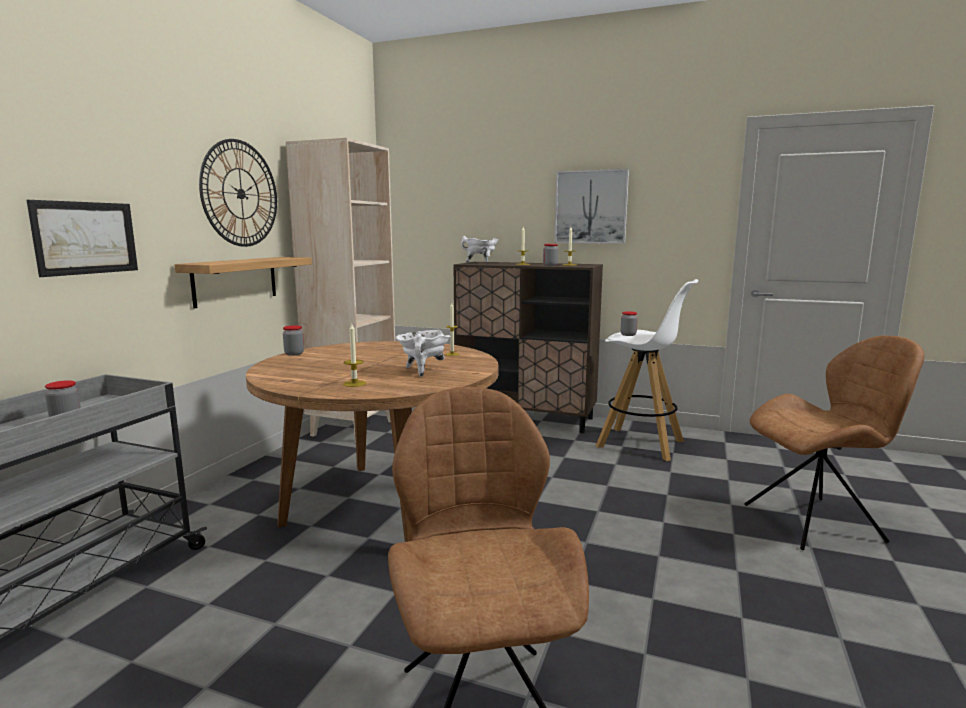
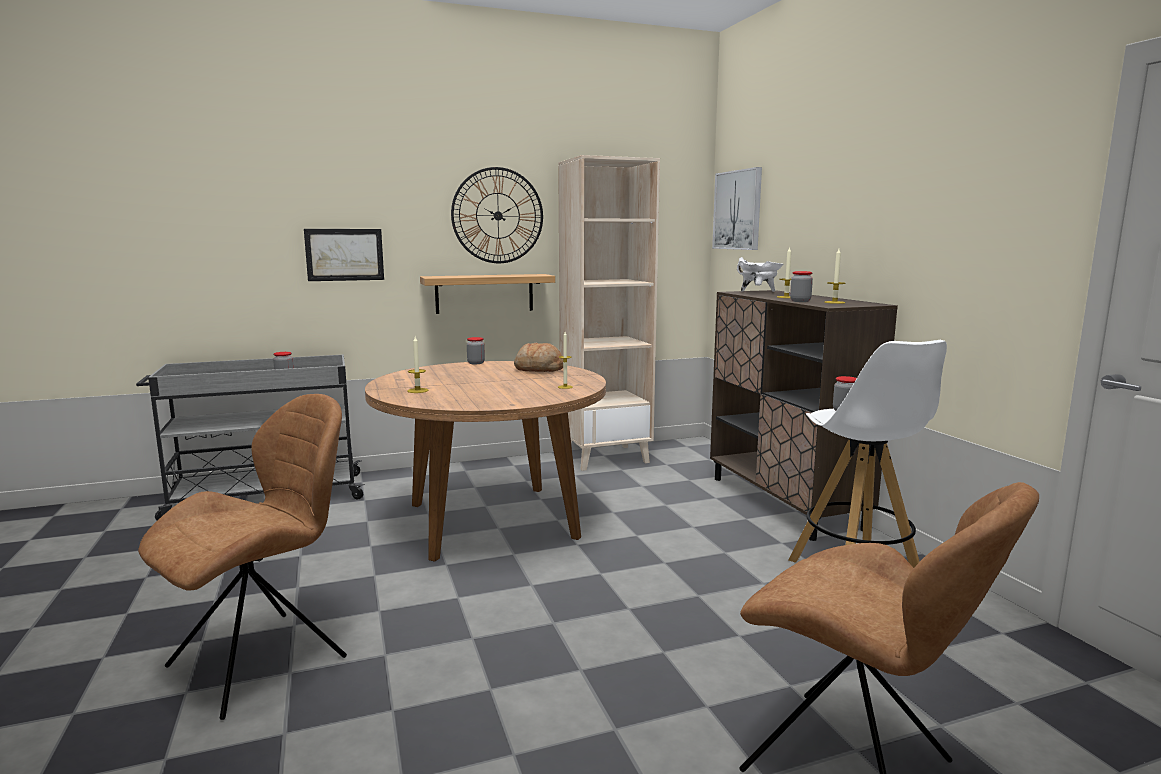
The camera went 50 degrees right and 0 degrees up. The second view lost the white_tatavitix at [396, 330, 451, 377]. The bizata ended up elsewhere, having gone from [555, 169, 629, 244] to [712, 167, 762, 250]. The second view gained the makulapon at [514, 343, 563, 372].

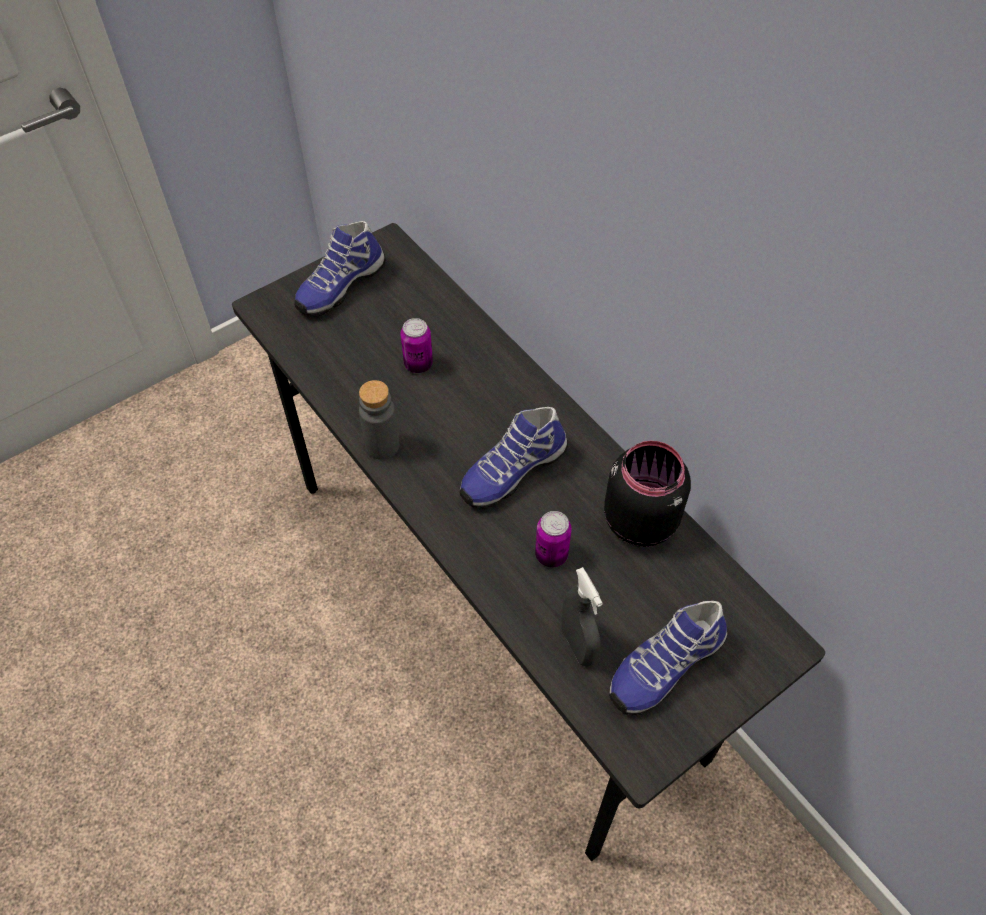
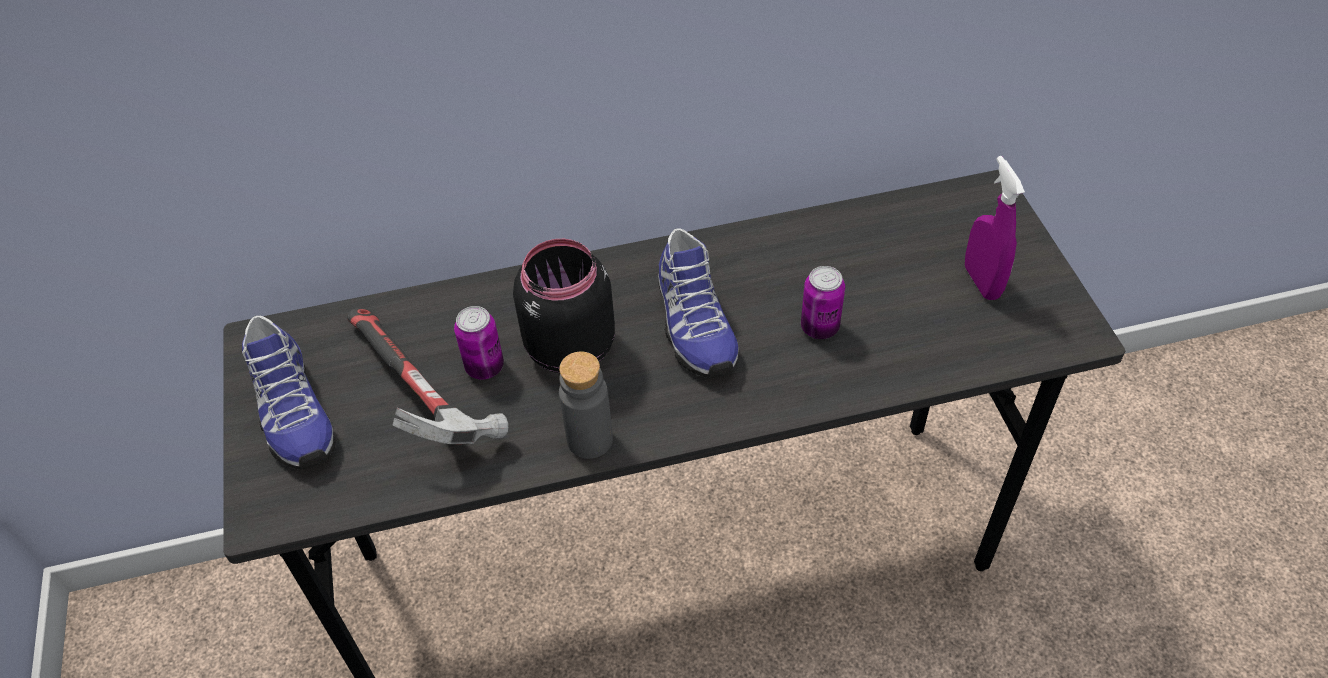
The camera went 65 degrees left and 5 degrees down. The second view lost the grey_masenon at [561, 567, 603, 667]. The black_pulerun ended up elsewhere, having gone from [604, 441, 691, 547] to [513, 239, 615, 373]. Where the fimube stood at [609, 601, 727, 715], the purple_masenon came to stand at [965, 156, 1025, 300]. The second view gained the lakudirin at [347, 308, 508, 444].

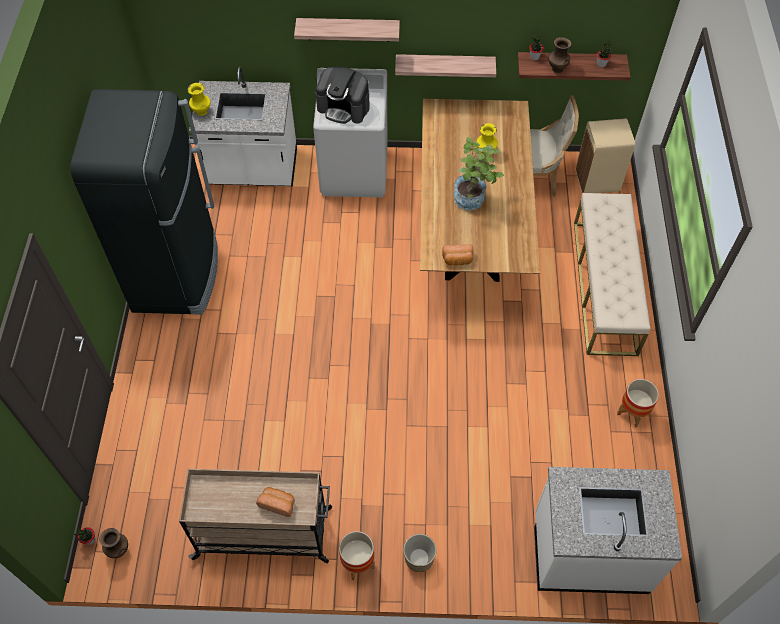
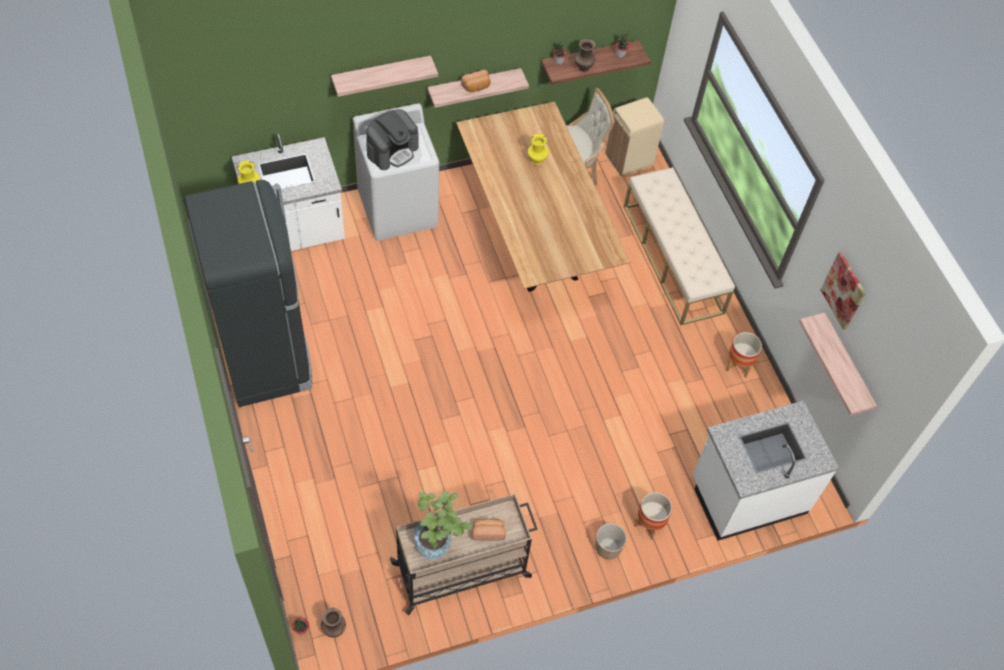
The camera went 25 degrees left and 0 degrees up. The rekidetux at [316, 67, 370, 124] ended up facing another way, 45 degrees counterclockwise from before. The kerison ended up elsewhere, having gone from [339, 531, 375, 580] to [634, 492, 672, 540]. The makulapon ended up elsewhere, having gone from [442, 244, 474, 265] to [461, 70, 491, 92]. The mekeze ended up elsewhere, having gone from [453, 137, 504, 210] to [415, 491, 471, 559]. The second view gained the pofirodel at [799, 313, 877, 415]. The second view gained the bizata at [820, 252, 866, 330].

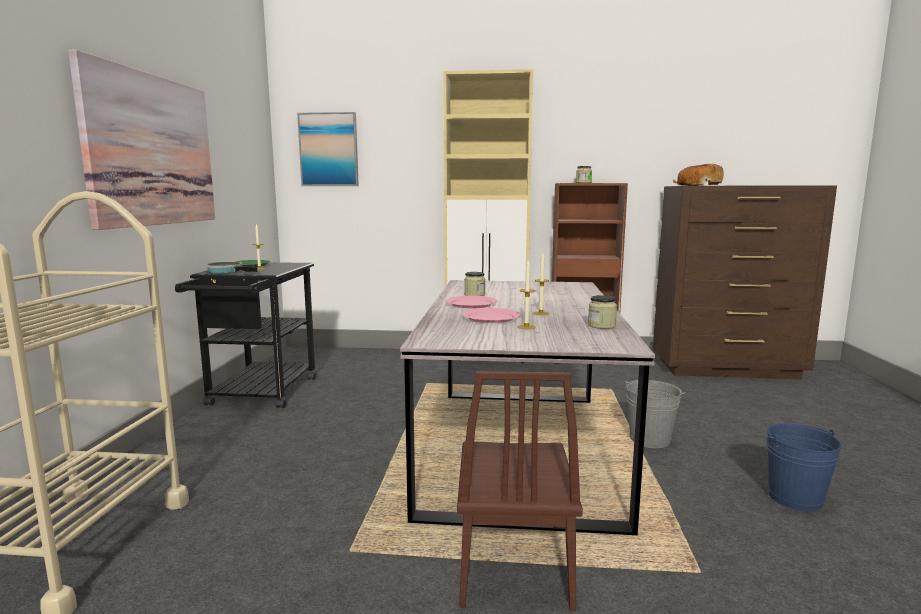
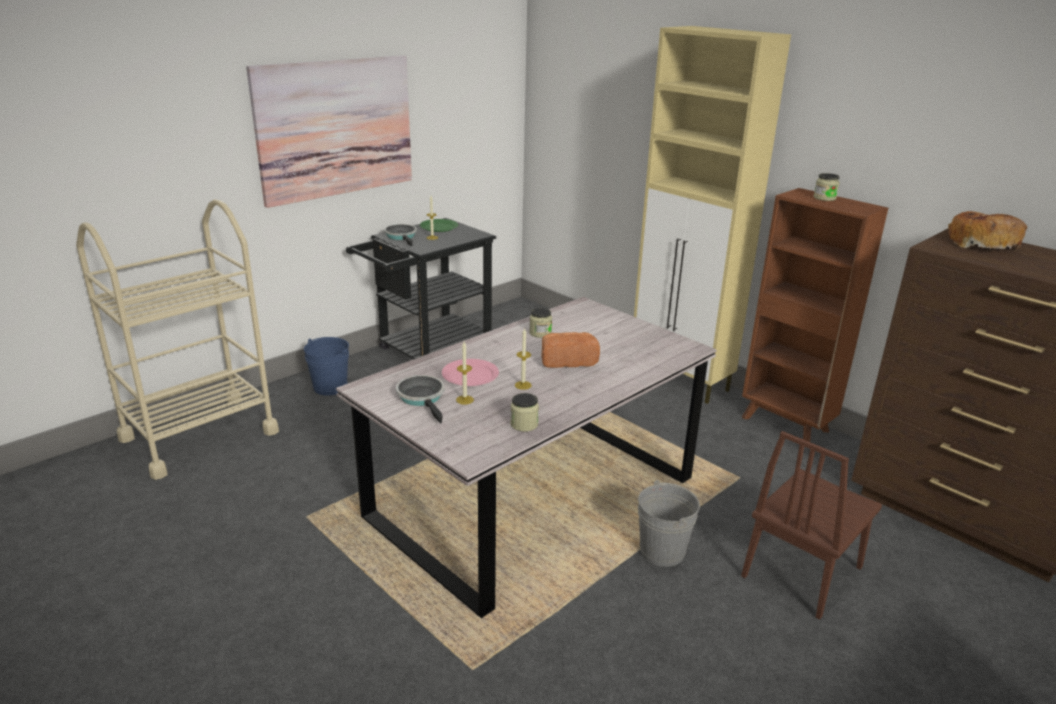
The camera went 40 degrees right and 15 degrees up. The second view lost the bizata at [297, 112, 359, 186]. The second view lost the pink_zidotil at [446, 296, 498, 308]. The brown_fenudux ended up elsewhere, having gone from [457, 371, 583, 611] to [741, 431, 882, 620]. The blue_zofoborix ended up elsewhere, having gone from [766, 423, 842, 512] to [304, 337, 349, 396]. The second view gained the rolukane at [396, 375, 445, 424]. The second view gained the makulapon at [541, 332, 600, 368].

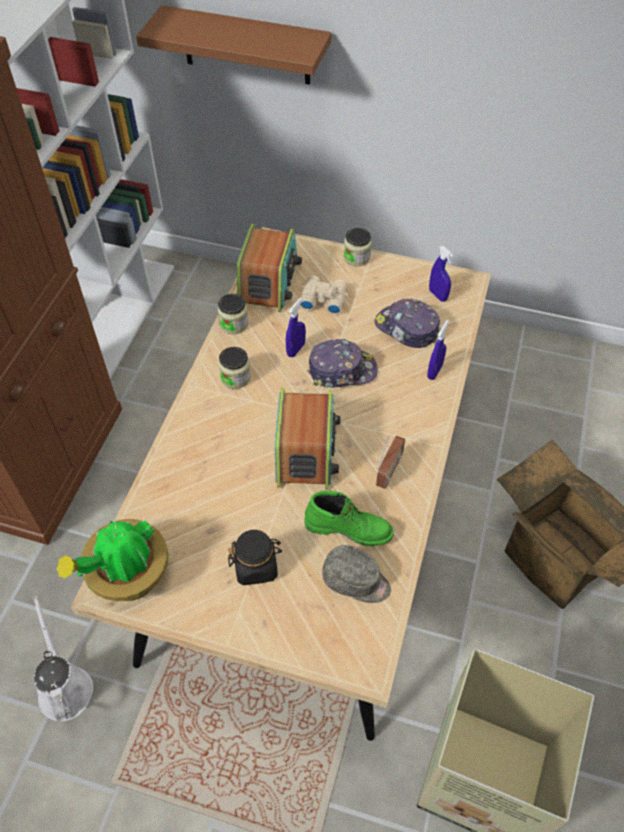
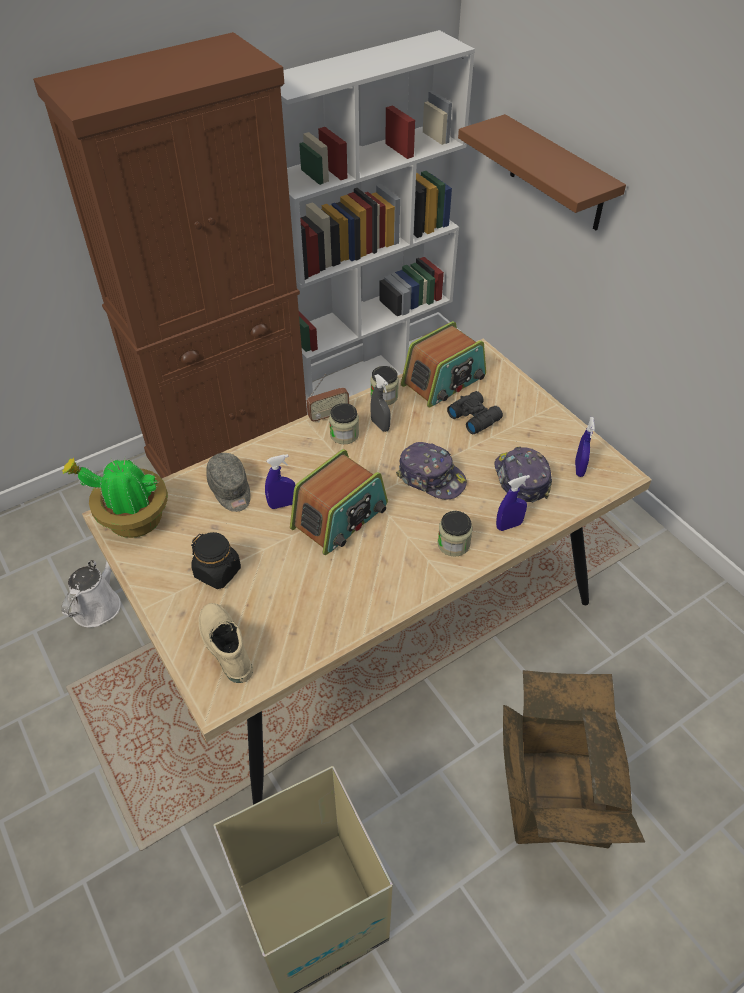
The camera went 40 degrees right and 5 degrees down. The blue_masenon ended up elsewhere, having gone from [286, 298, 306, 357] to [265, 454, 295, 509]. What was the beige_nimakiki at [300, 275, 348, 315] turned into the black_nimakiki at [447, 391, 503, 434]. The second view lost the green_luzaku at [304, 491, 394, 546]. The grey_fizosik ended up elsewhere, having gone from [322, 545, 391, 603] to [206, 453, 251, 512]. The pulerun ended up elsewhere, having gone from [344, 228, 372, 266] to [437, 511, 473, 557]. The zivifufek ended up elsewhere, having gone from [376, 435, 405, 489] to [307, 374, 349, 423]. The second view gained the beige_luzaku at [199, 603, 253, 683]. The second view gained the grey_masenon at [370, 374, 391, 432].

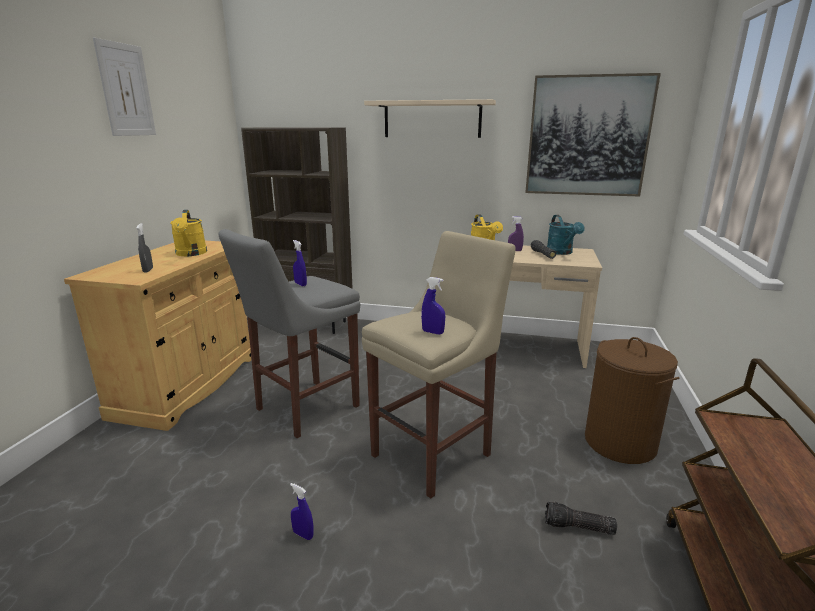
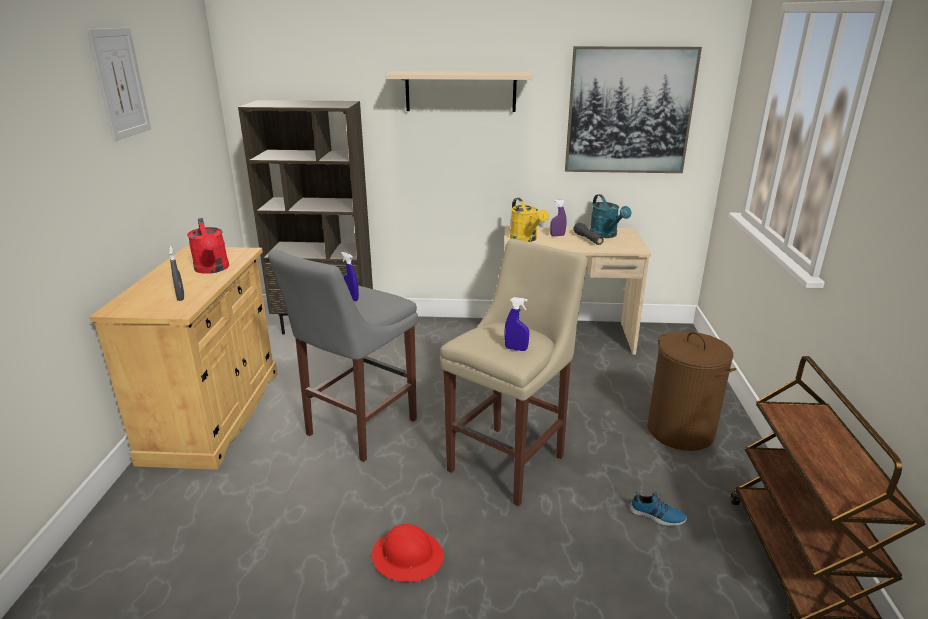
The camera went 10 degrees left and 5 degrees up. What was the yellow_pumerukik at [170, 210, 207, 256] turned into the red_pumerukik at [187, 218, 229, 274]. Where the blue_masenon stood at [290, 483, 314, 540], the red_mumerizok came to stand at [372, 524, 444, 582]. Where the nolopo stood at [545, 502, 617, 535], the fimube came to stand at [629, 491, 687, 526].

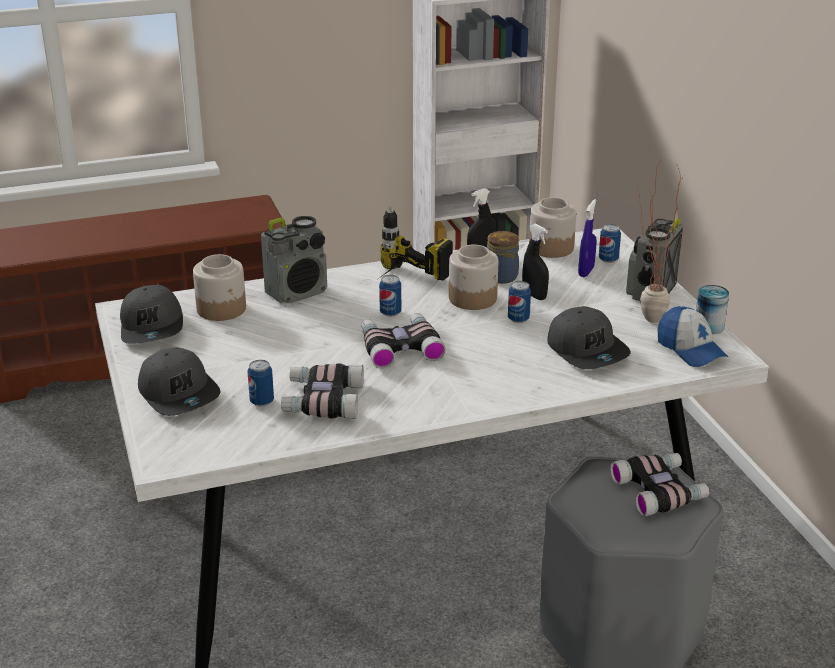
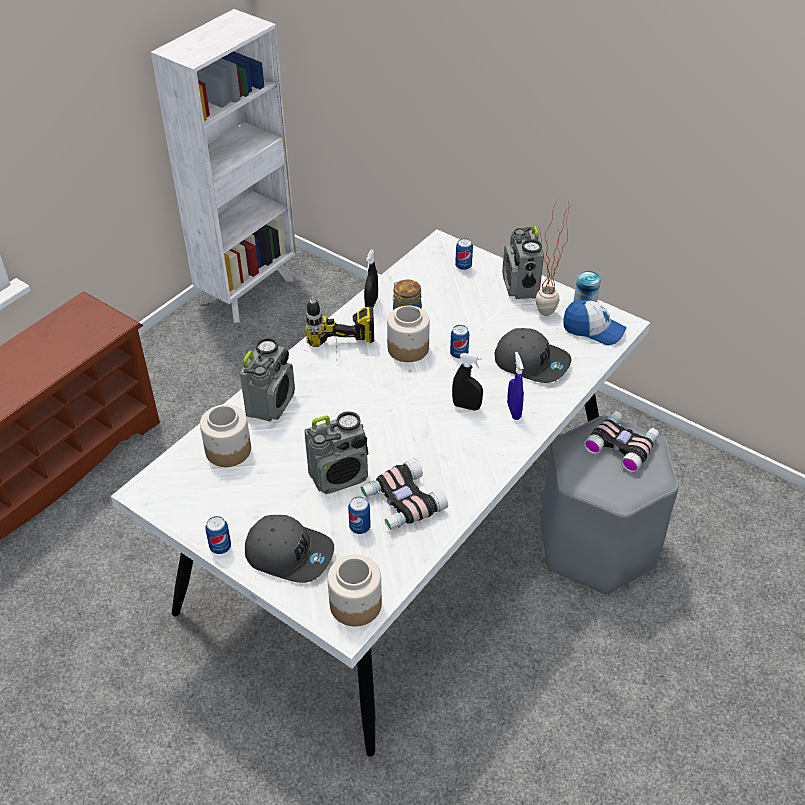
The camera went 35 degrees left and 15 degrees up. The second view lost the grey_fizosik at [120, 285, 183, 344]. The second view lost the nimakiki at [361, 313, 446, 369]. The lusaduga ended up elsewhere, having gone from [379, 275, 401, 317] to [205, 516, 231, 554]. The black_masenon ended up elsewhere, having gone from [522, 224, 549, 300] to [452, 353, 483, 411]. The pulerun ended up elsewhere, having gone from [529, 197, 576, 258] to [327, 555, 382, 626]. The blue_masenon ended up elsewhere, having gone from [578, 199, 597, 277] to [507, 352, 524, 420]. The second view gained the zivifufek at [304, 411, 368, 494].

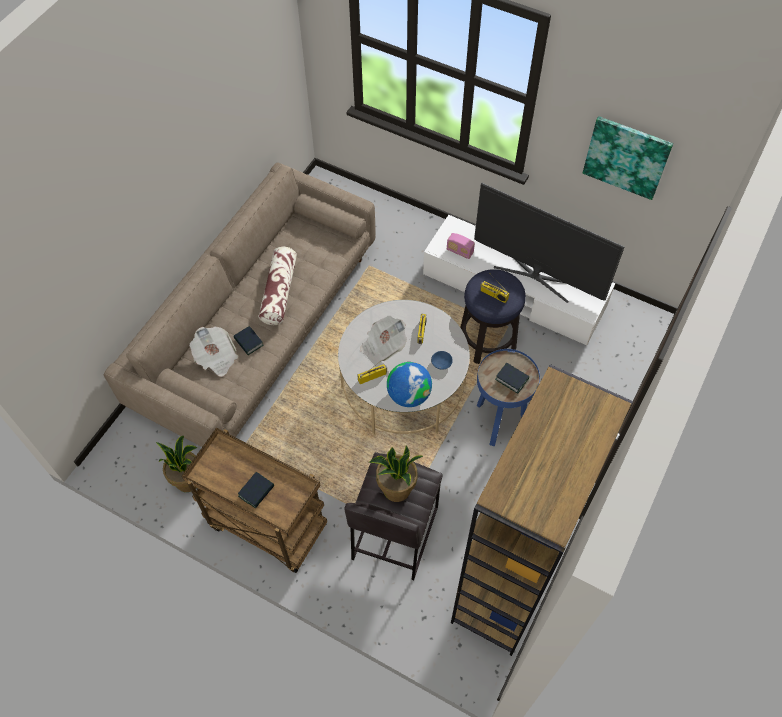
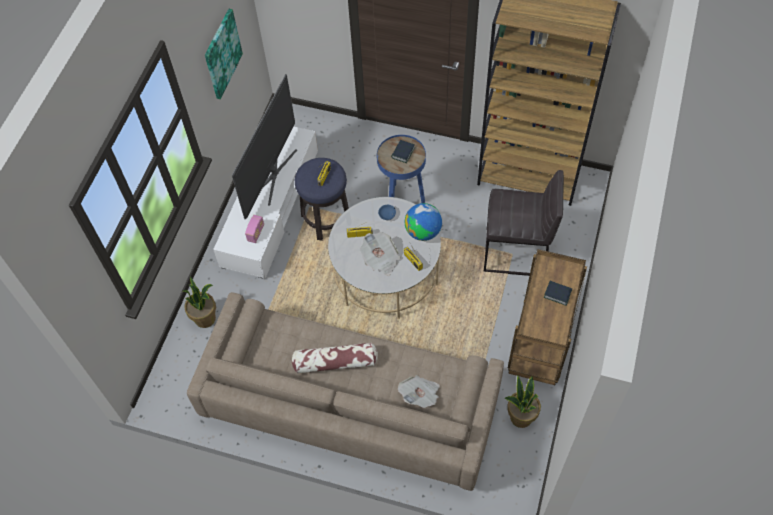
The camera went 100 degrees left and 0 degrees up. The second view lost the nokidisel at [234, 326, 264, 355]. The mekeze ended up elsewhere, having gone from [369, 446, 423, 502] to [183, 277, 216, 328].

